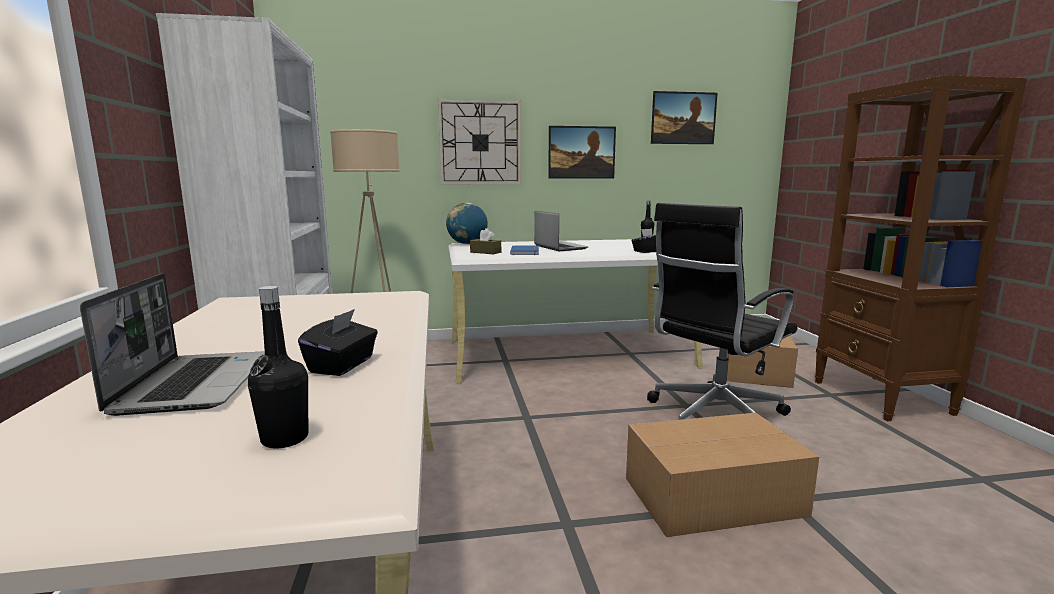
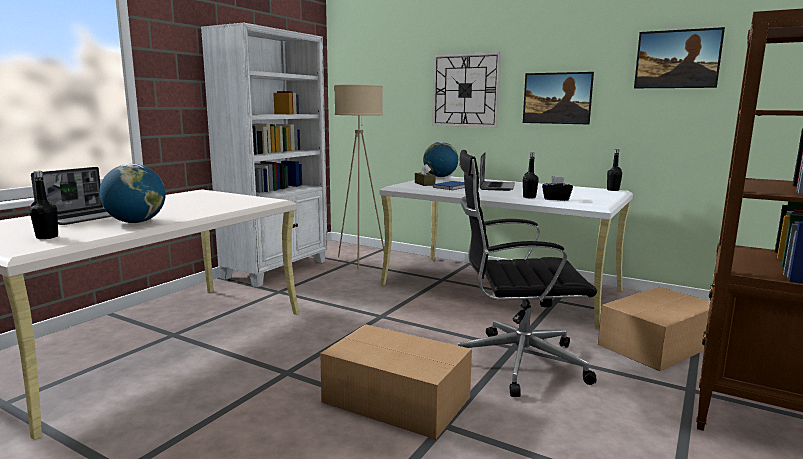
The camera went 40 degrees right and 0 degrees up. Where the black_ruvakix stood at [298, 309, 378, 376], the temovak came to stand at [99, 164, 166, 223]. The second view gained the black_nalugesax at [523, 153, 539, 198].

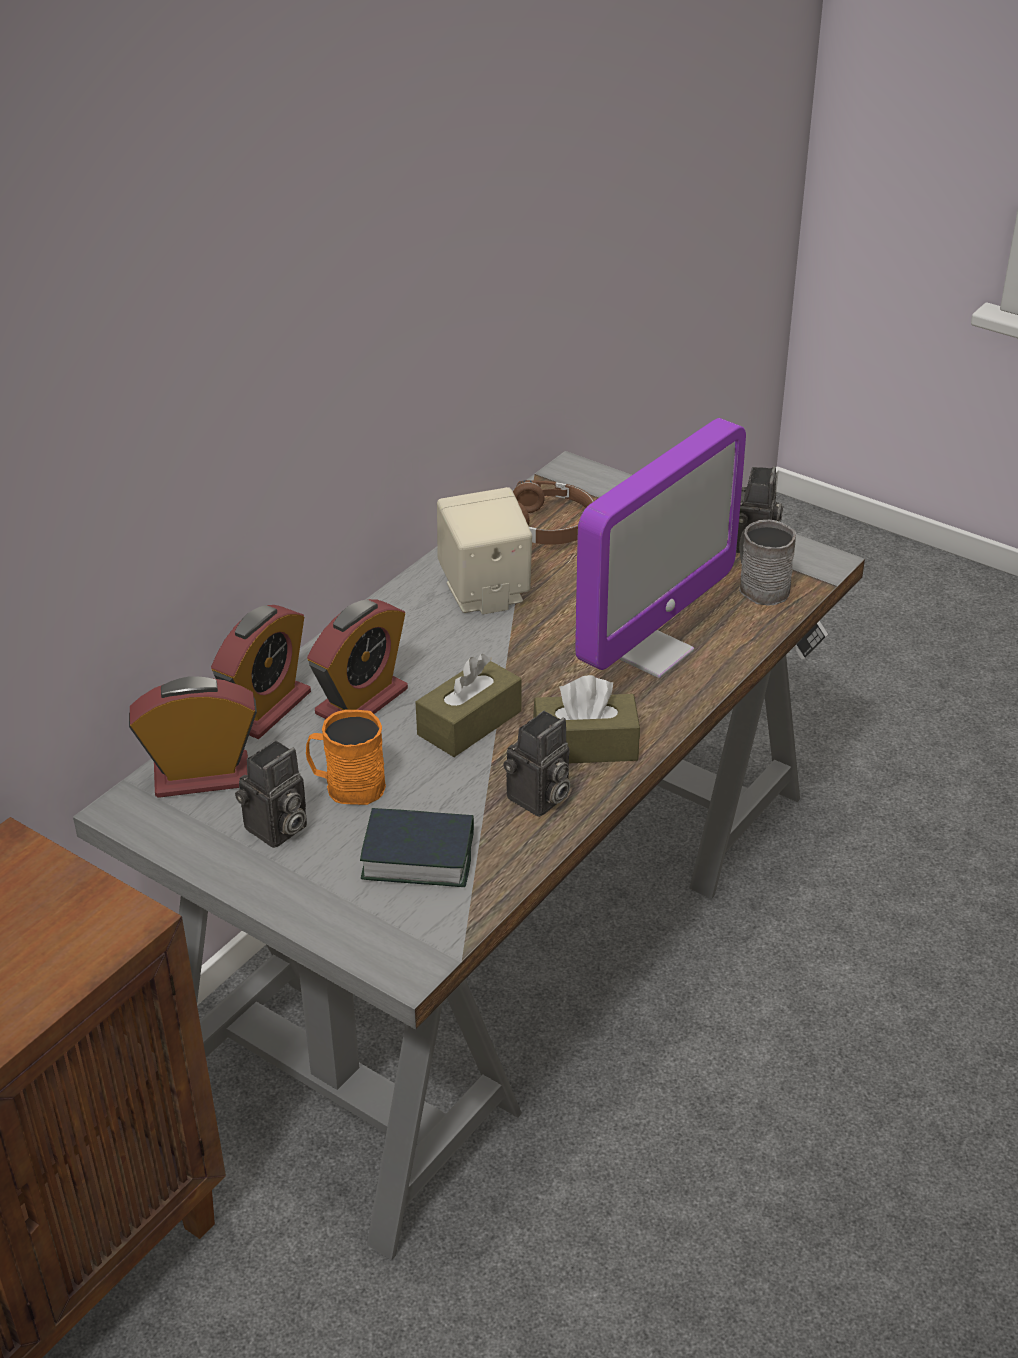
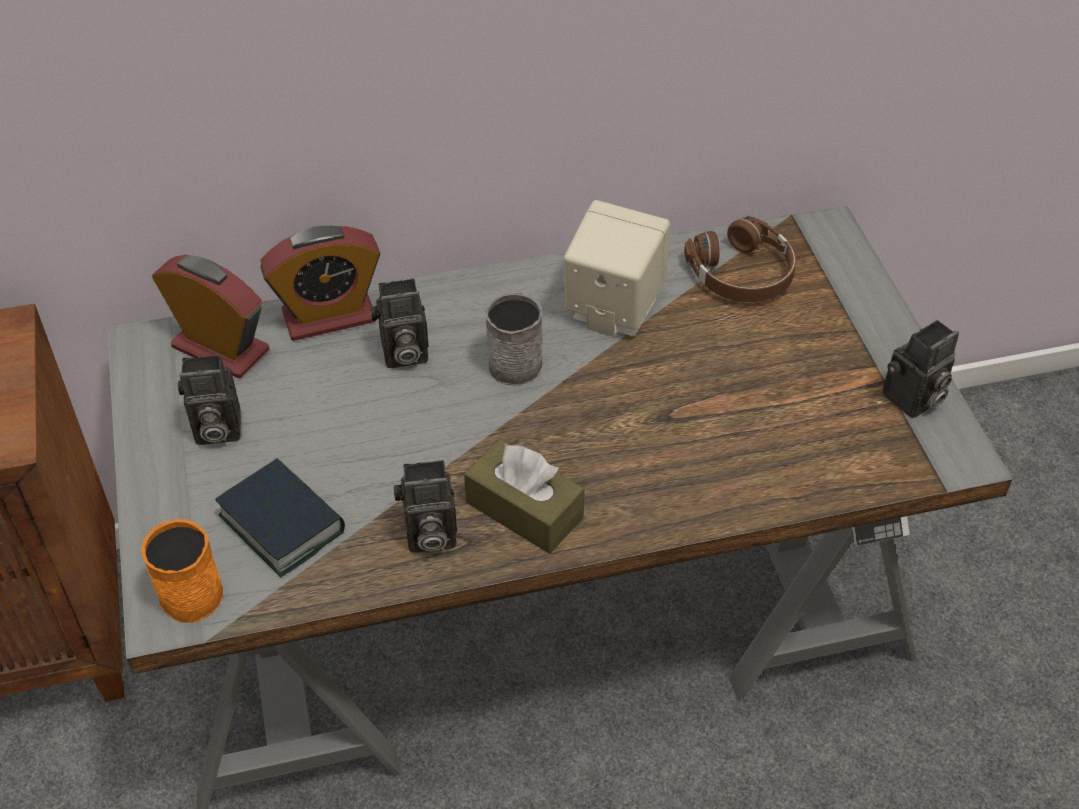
The camera went 40 degrees right and 10 degrees up. The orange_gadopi ended up elsewhere, having gone from [306, 710, 386, 805] to [141, 519, 223, 623]. Where the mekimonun stood at [307, 599, 408, 719], the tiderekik came to stand at [370, 278, 429, 368]. The second view lost the brown_ruvakix at [416, 654, 522, 757]. The second view lost the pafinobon at [575, 418, 746, 678]. The grey_gadopi ended up elsewhere, having gone from [739, 520, 796, 606] to [485, 293, 543, 386].

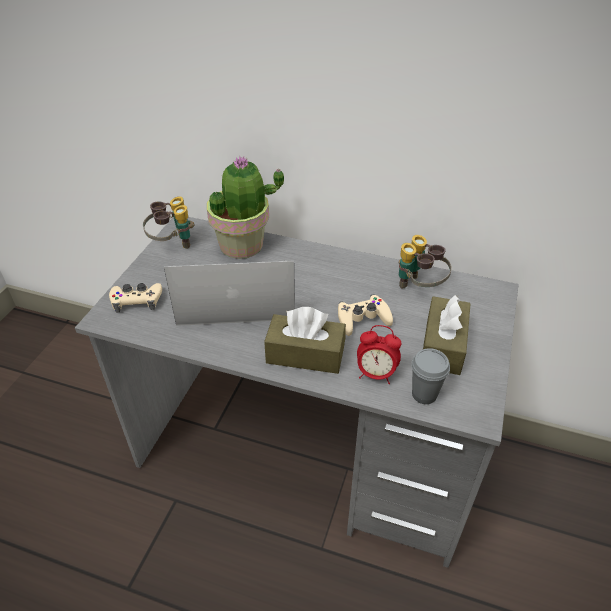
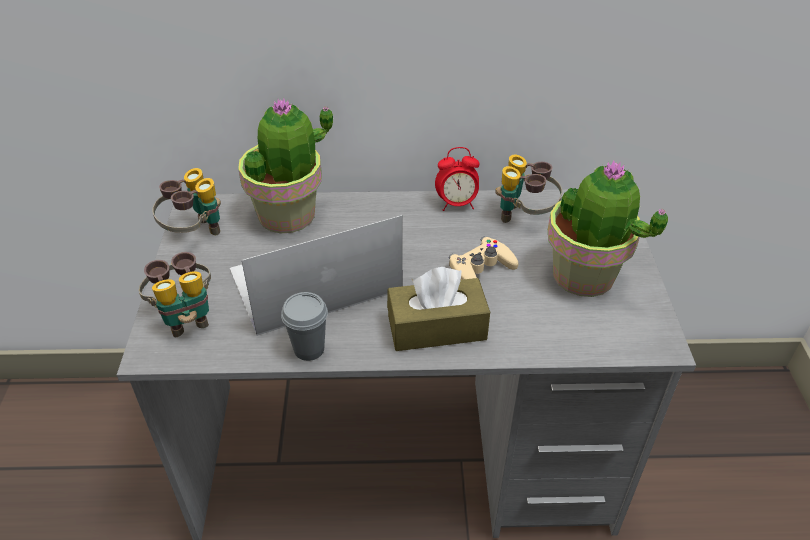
The camera went 20 degrees left and 0 degrees up. Where the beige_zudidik stood at [109, 283, 162, 312], the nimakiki came to stand at [139, 252, 211, 337]. The mekimonun ended up elsewhere, having gone from [357, 325, 401, 384] to [435, 147, 479, 211]. The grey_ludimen ended up elsewhere, having gone from [411, 348, 450, 404] to [281, 292, 328, 361]. Where the brown_ruvakix stood at [423, 295, 471, 375], the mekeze came to stand at [548, 161, 668, 297].

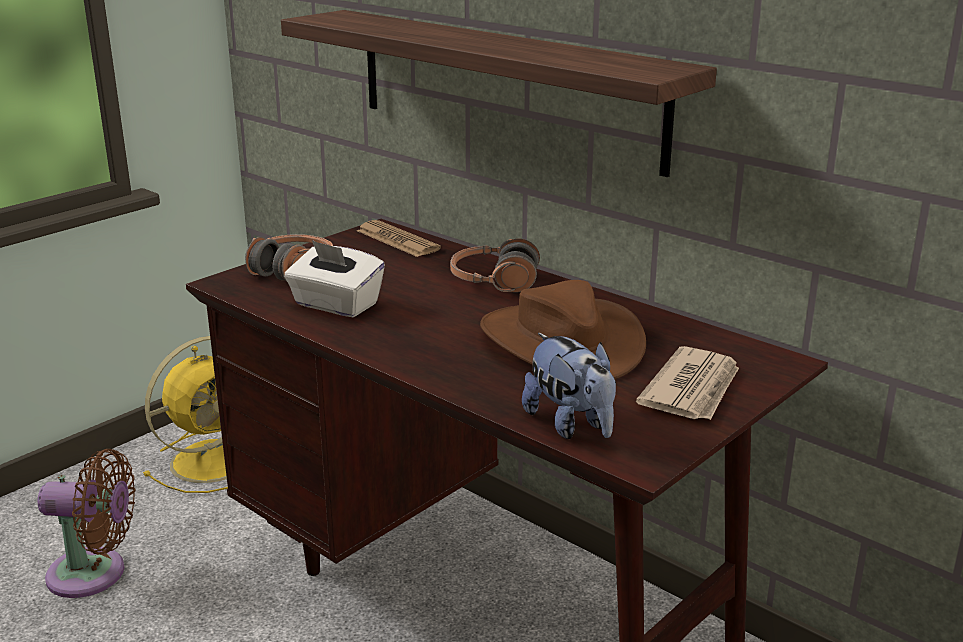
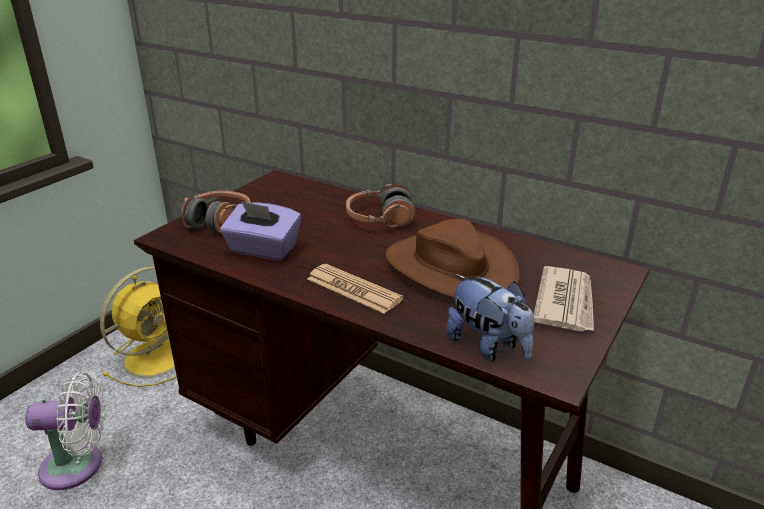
The camera went 10 degrees left and 5 degrees up. What was the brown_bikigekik at [37, 449, 135, 598] turned into the white_bikigekik at [25, 371, 105, 490]. The second view lost the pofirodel at [281, 10, 717, 177]. What was the white_ruvakix at [284, 240, 385, 317] turned into the purple_ruvakix at [220, 201, 301, 260]. The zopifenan ended up elsewhere, having gone from [357, 220, 441, 257] to [307, 264, 403, 314].

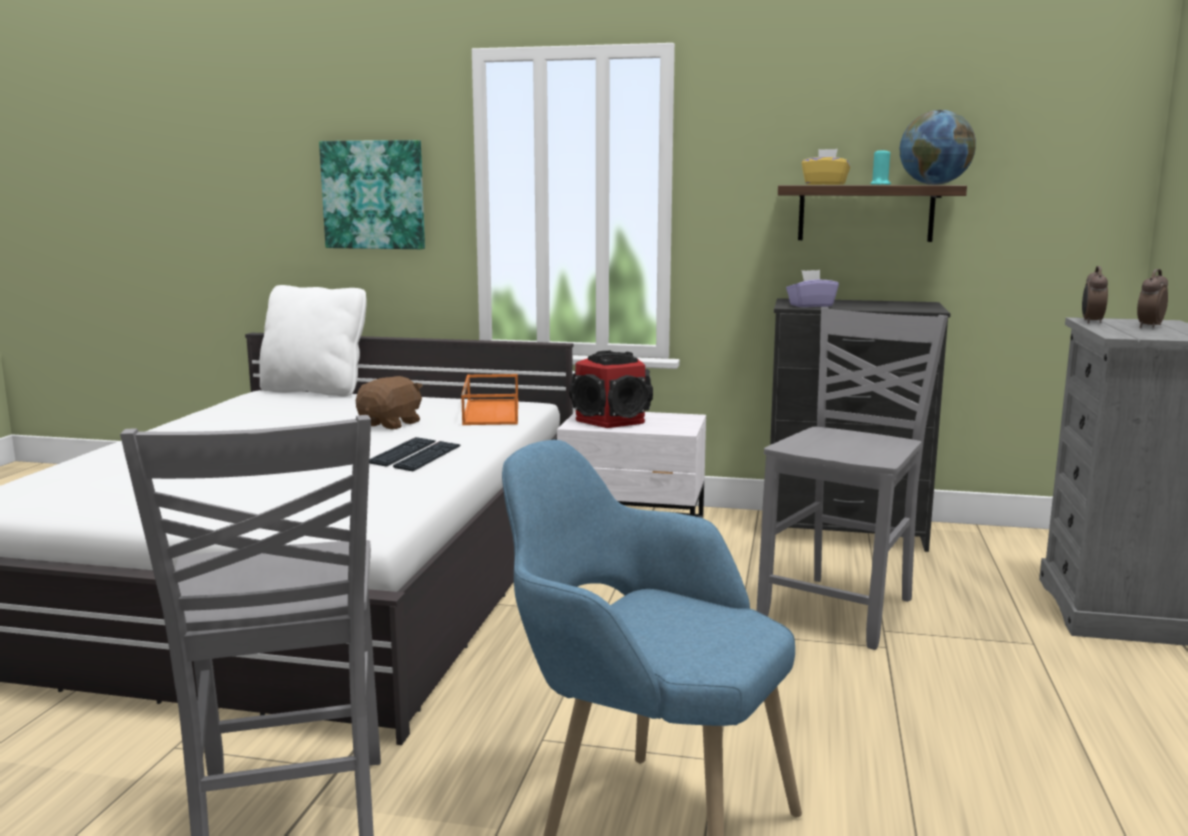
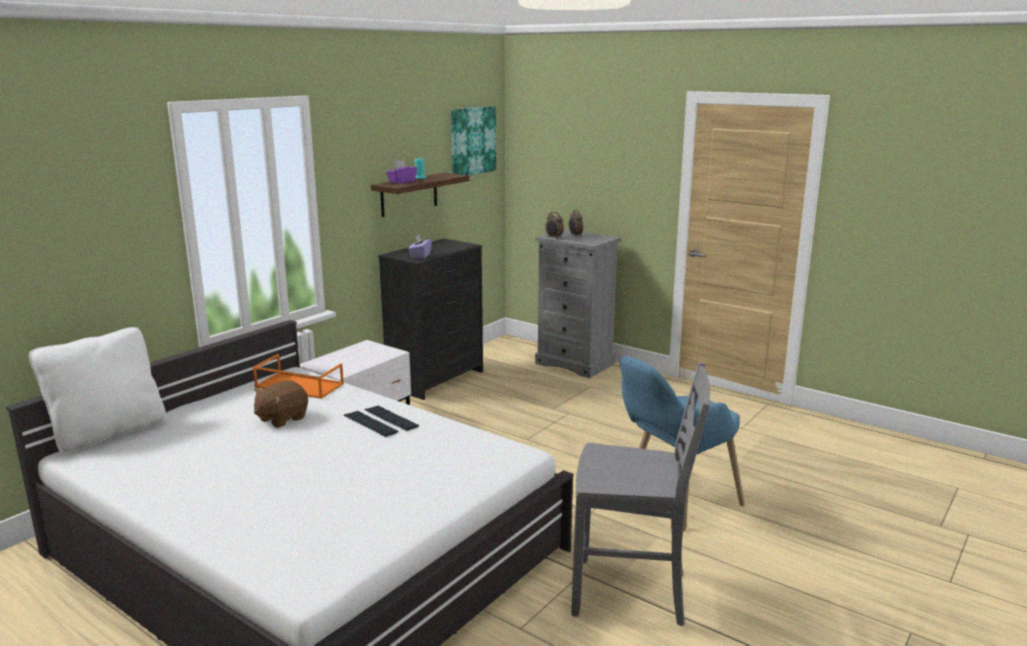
The camera went 65 degrees left and 5 degrees up. The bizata ended up elsewhere, having gone from [319, 140, 425, 249] to [451, 106, 496, 175]. The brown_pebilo at [356, 376, 423, 430] ended up facing another way, 105 degrees counterclockwise from before. The second view lost the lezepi at [569, 351, 653, 428]. The second view lost the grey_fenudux at [756, 307, 948, 650]. What was the yellow_ruvakix at [802, 149, 850, 185] turned into the purple_ruvakix at [386, 160, 417, 184]. The second view lost the temovak at [900, 110, 976, 185].

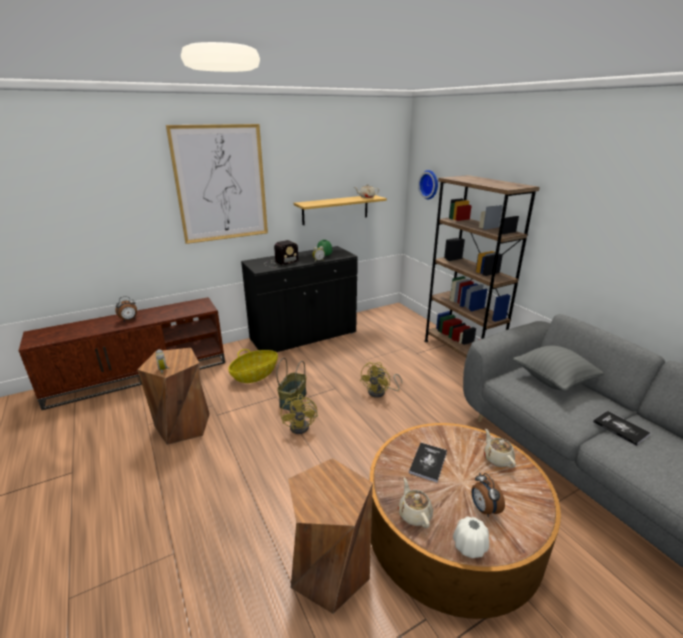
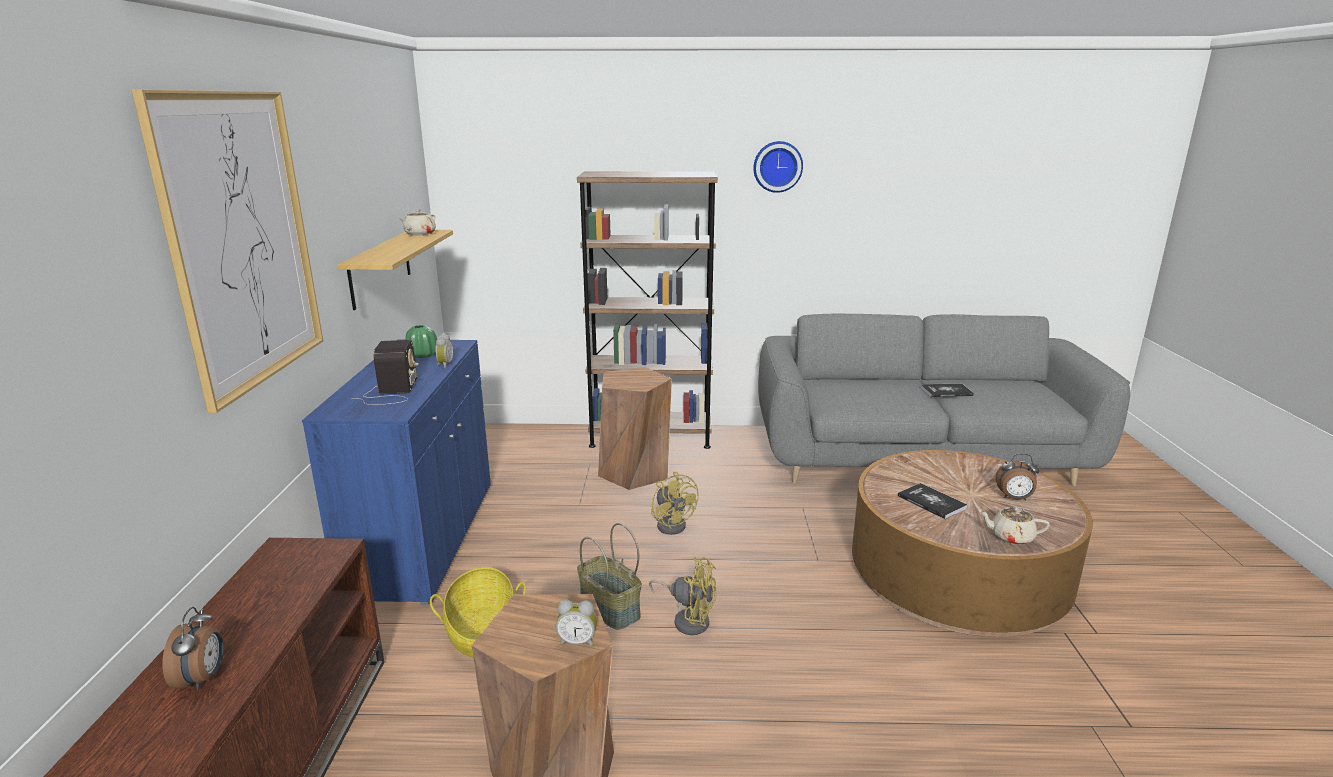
The camera went 60 degrees left and 5 degrees down. What was the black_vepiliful at [241, 246, 358, 352] turned into the blue_vepiliful at [302, 339, 491, 605]. The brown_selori ended up elsewhere, having gone from [288, 458, 373, 614] to [598, 367, 672, 490]. The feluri ended up elsewhere, having gone from [418, 170, 438, 200] to [753, 141, 803, 193]. The second view lost the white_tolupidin at [453, 516, 489, 558]. The second view lost the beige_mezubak at [484, 429, 516, 468]. The second view lost the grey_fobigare at [512, 345, 604, 391].

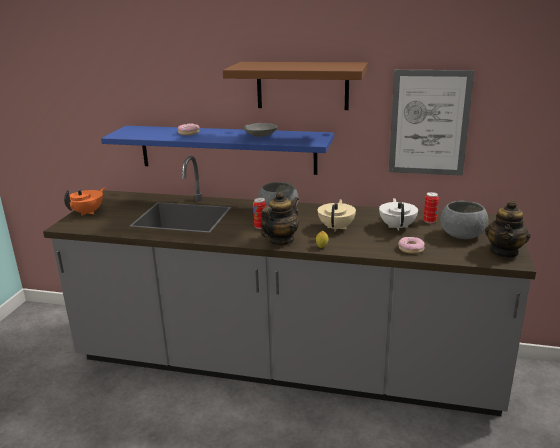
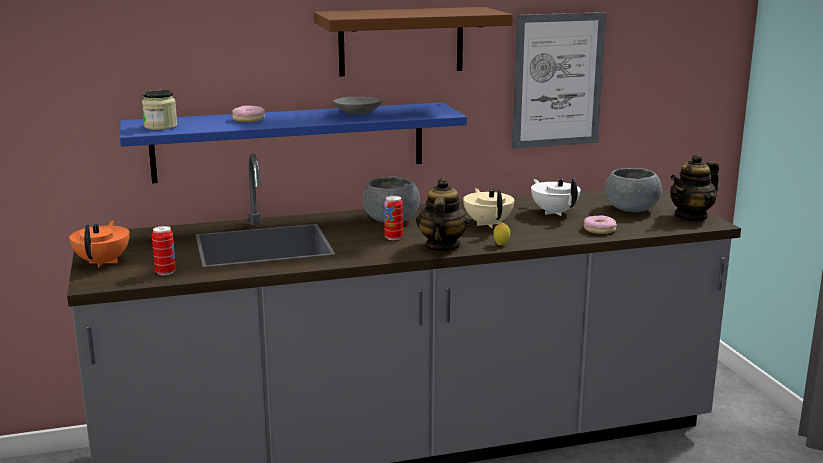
The camera went 30 degrees left and 5 degrees down. The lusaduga ended up elsewhere, having gone from [424, 192, 439, 224] to [152, 226, 176, 275]. The mezubak at [485, 200, 530, 258] ended up facing another way, 60 degrees clockwise from before. The second view gained the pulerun at [142, 90, 177, 130].

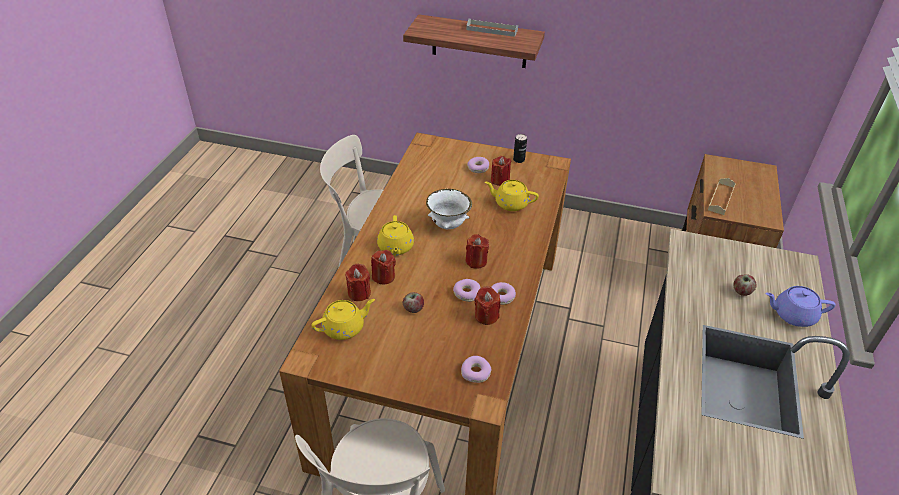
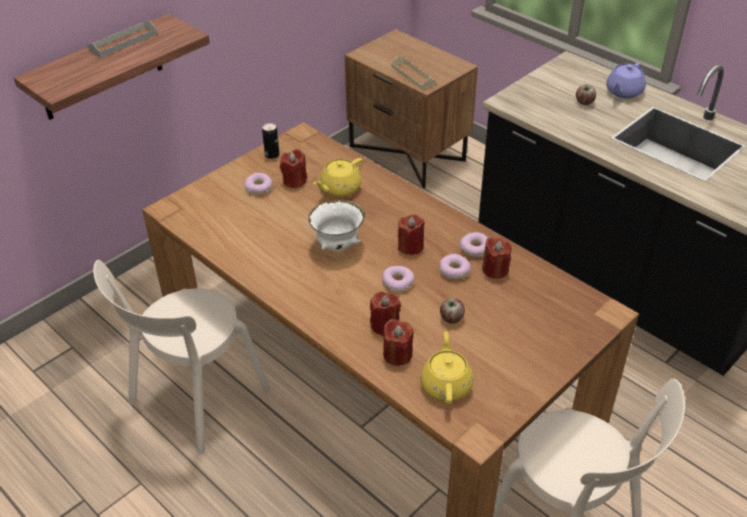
The camera went 60 degrees left and 0 degrees up. The second view lost the yellow_mezubak at [377, 215, 414, 256]. The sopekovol ended up elsewhere, having gone from [461, 356, 492, 383] to [382, 266, 414, 292].

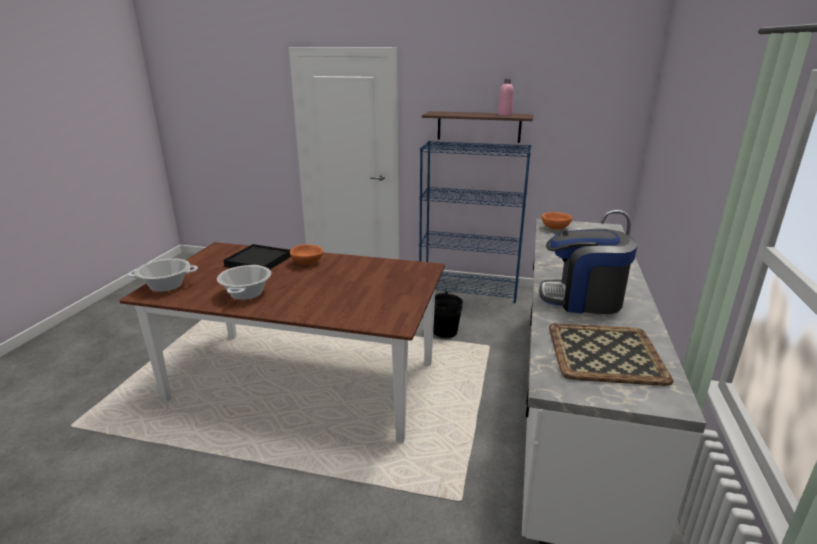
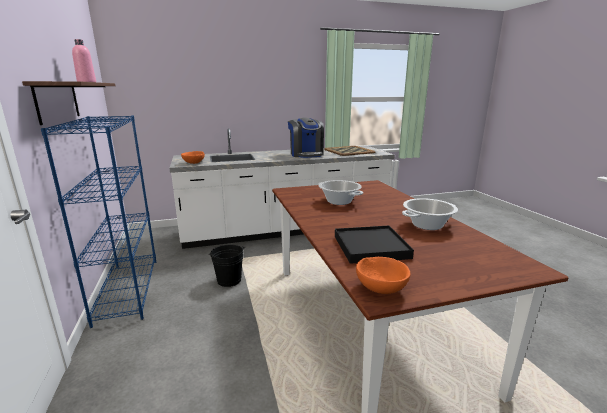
The camera went 120 degrees left and 5 degrees down. The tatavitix ended up elsewhere, having gone from [128, 258, 198, 292] to [318, 180, 363, 205]. The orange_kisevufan ended up elsewhere, having gone from [290, 244, 323, 265] to [356, 257, 411, 294].

